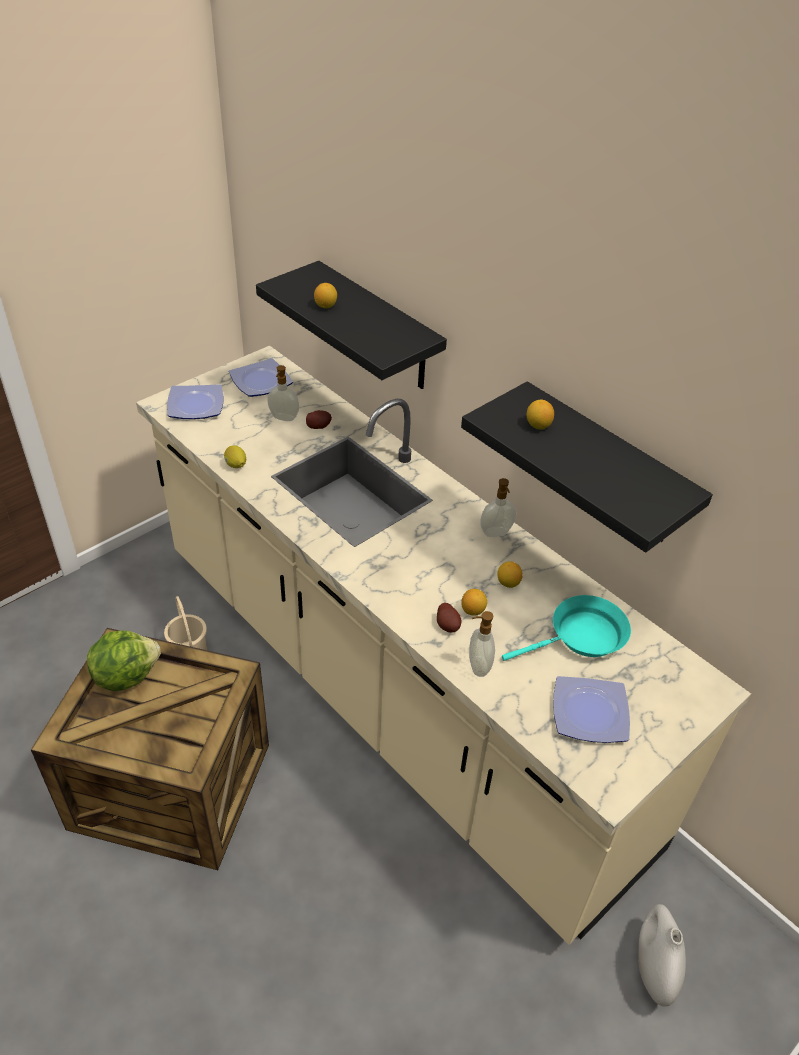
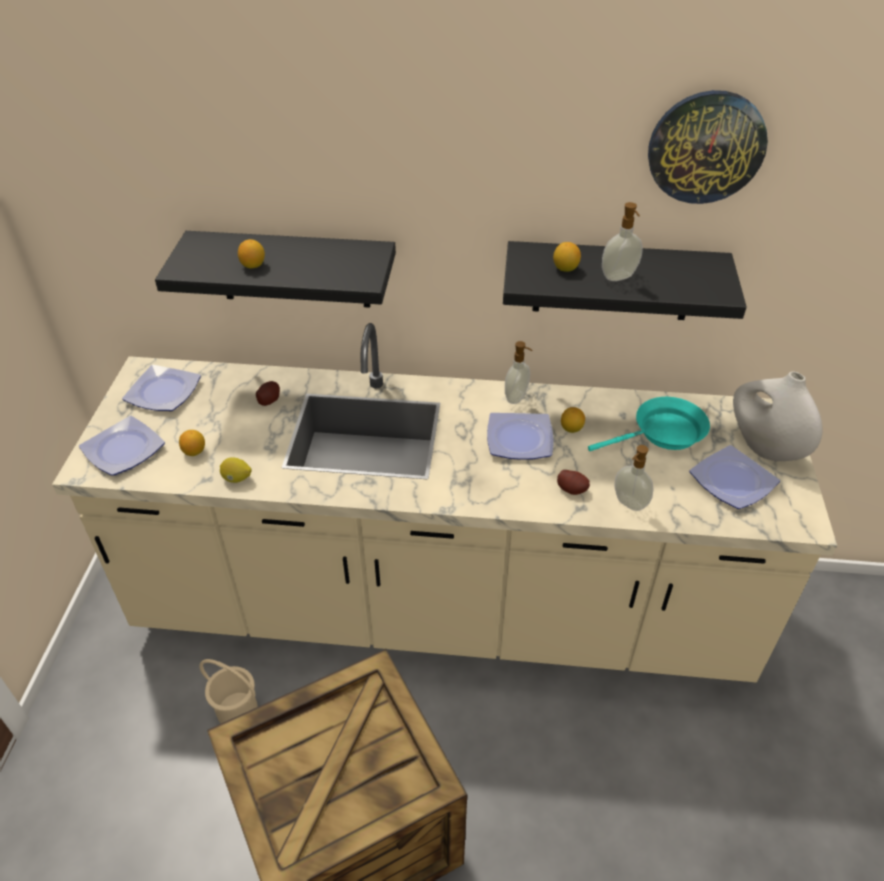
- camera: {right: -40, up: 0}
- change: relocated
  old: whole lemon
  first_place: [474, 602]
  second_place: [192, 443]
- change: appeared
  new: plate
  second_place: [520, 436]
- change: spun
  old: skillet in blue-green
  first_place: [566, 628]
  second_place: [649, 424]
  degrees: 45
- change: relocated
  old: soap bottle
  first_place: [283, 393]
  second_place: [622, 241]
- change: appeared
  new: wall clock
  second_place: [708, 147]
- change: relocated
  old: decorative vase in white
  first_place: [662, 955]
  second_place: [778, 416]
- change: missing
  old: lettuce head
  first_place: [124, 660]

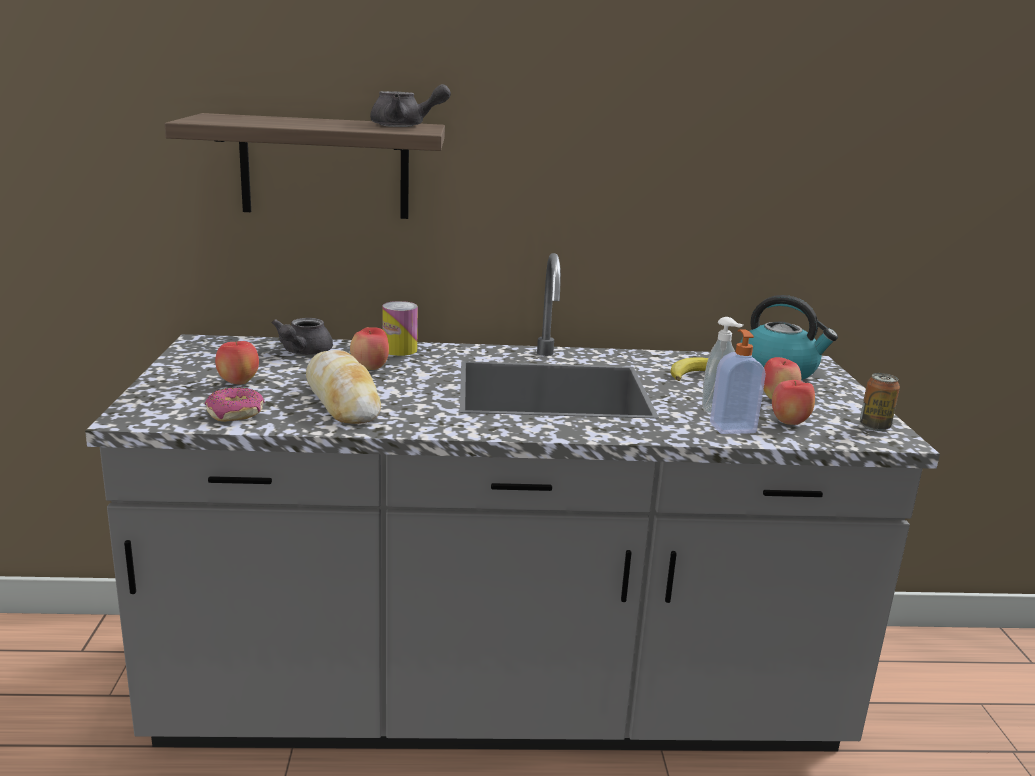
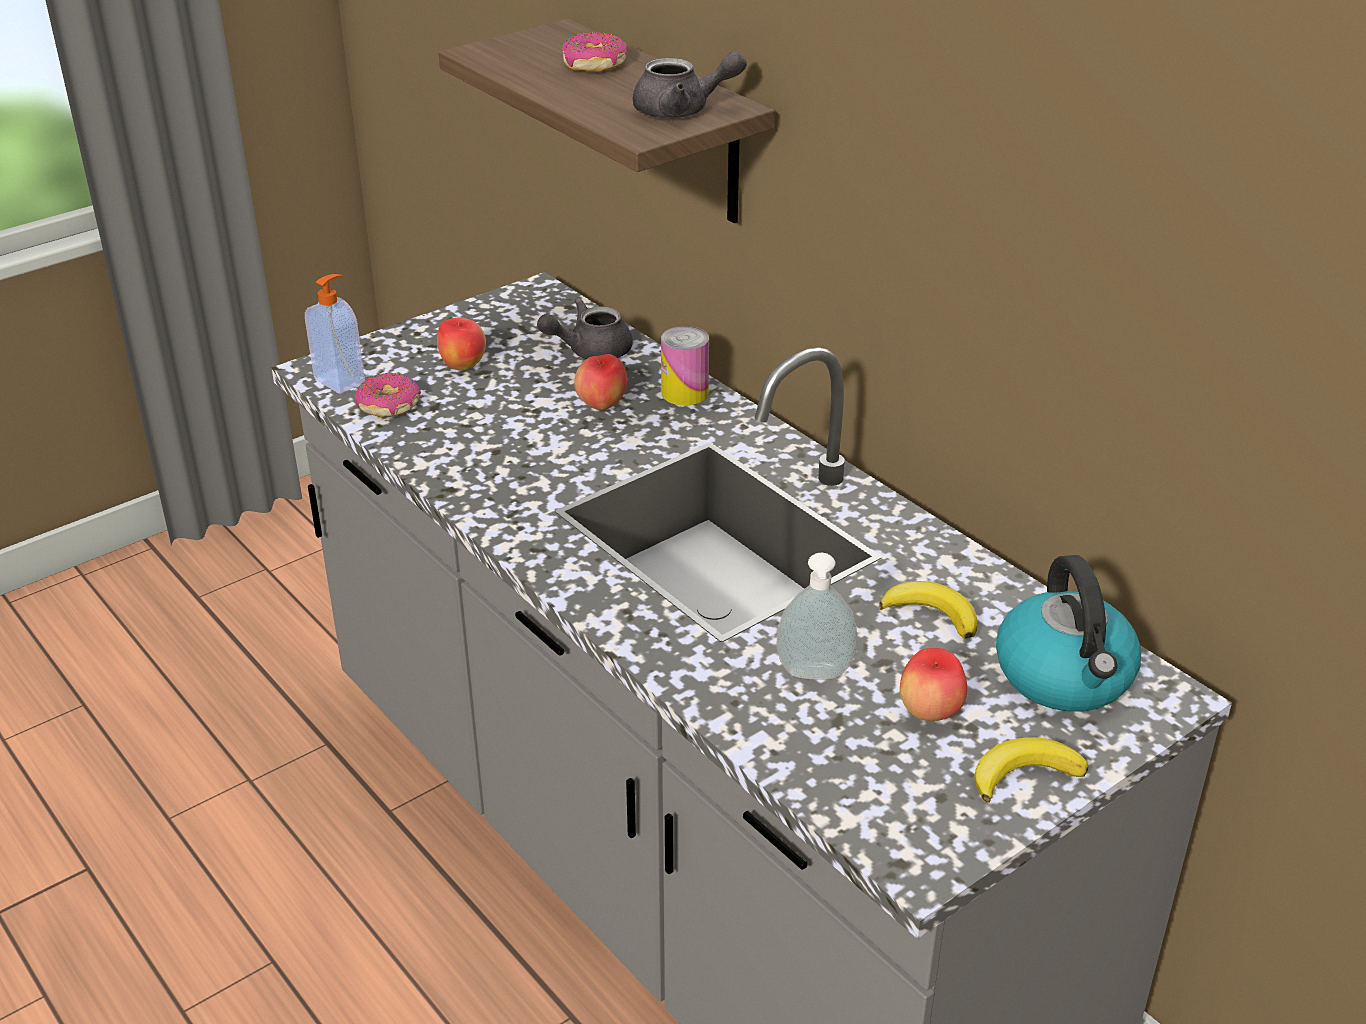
- camera: {right: 55, up: 15}
- change: relocated
  old: soap bottle
  first_place: [738, 382]
  second_place: [335, 334]
- change: appeared
  new: donut
  second_place: [594, 51]
- change: spun
  old: pot for tea in gray
  first_place: [410, 105]
  second_place: [690, 84]
  degrees: -60
- change: appeared
  new: banana fruit
  second_place: [1031, 770]
- change: missing
  old: baked bread
  first_place: [343, 387]
- change: missing
  old: whole apple
  first_place: [793, 402]
- change: missing
  old: metal can
  first_place: [880, 402]

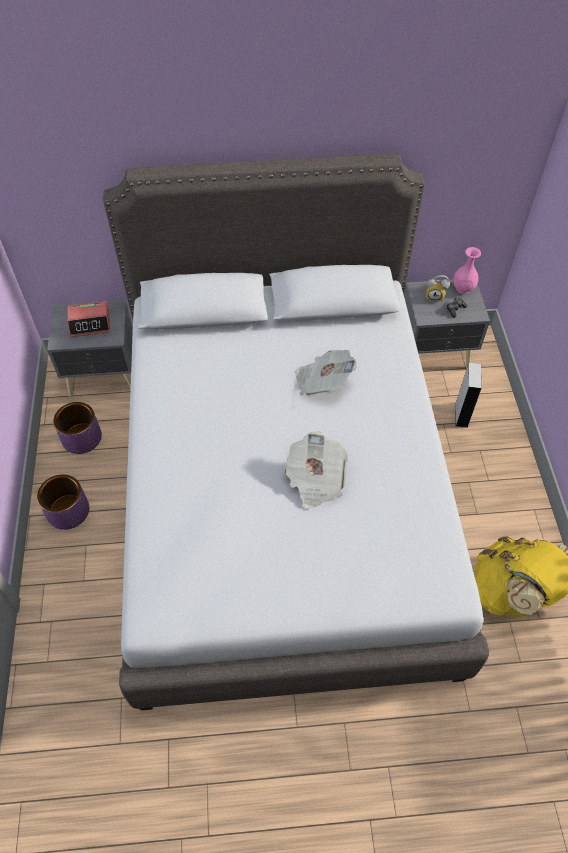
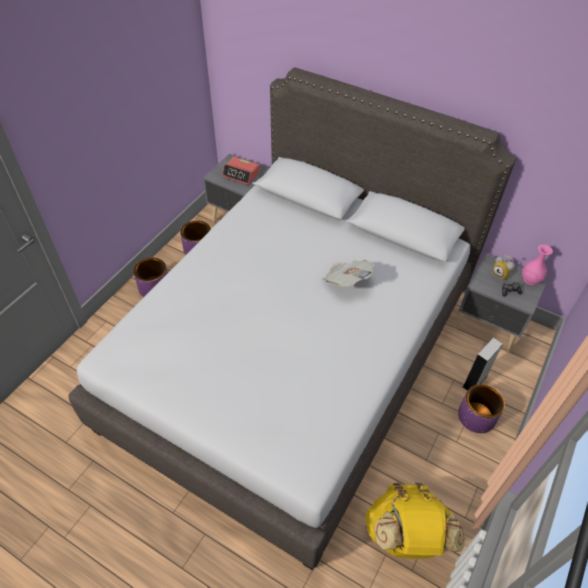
- camera: {right: 35, up: -5}
- change: appeared
  new: plant pot in purplish
  second_place: [481, 408]
- change: missing
  old: daily paper
  first_place: [316, 470]

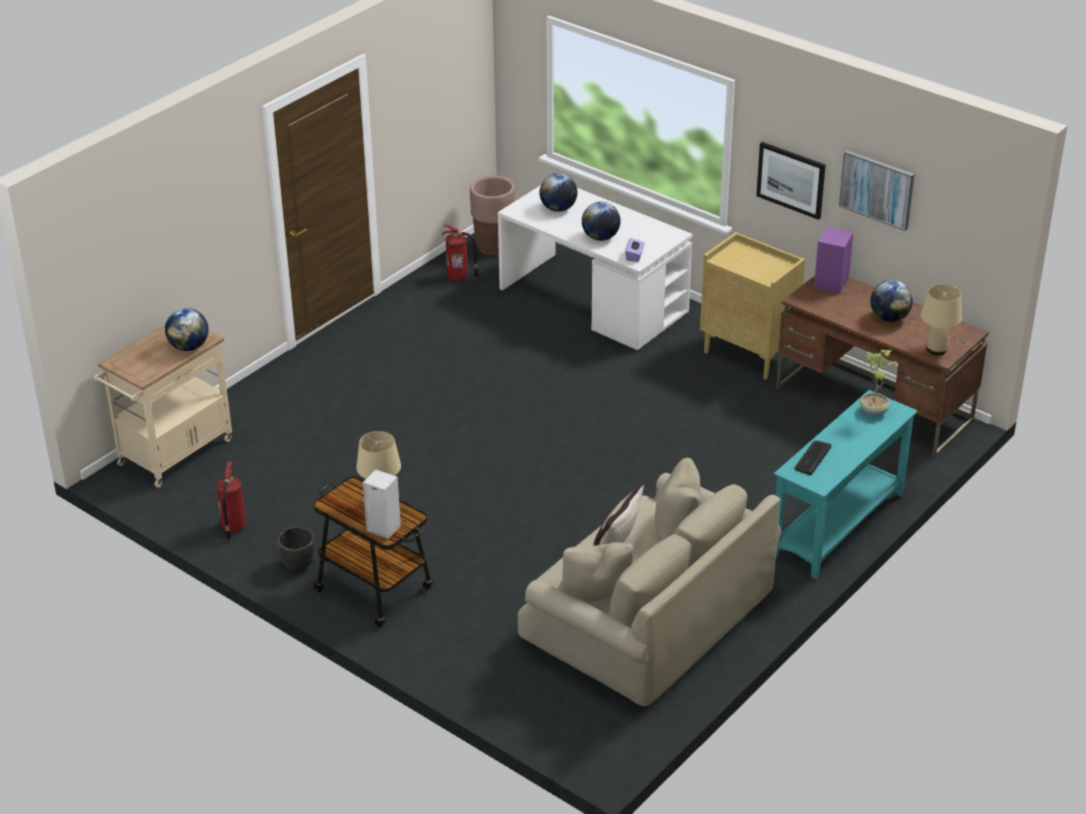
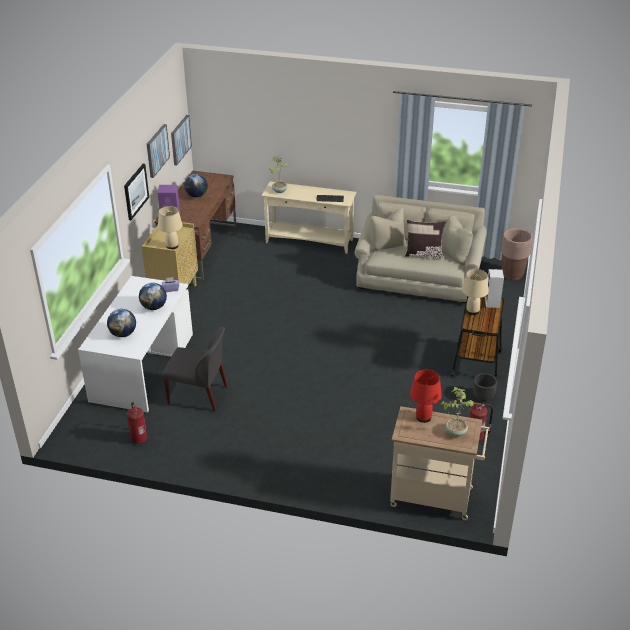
- camera: {right: -115, up: 0}
- change: relocated
  old: tabletop lamp in beige
  first_place: [941, 319]
  second_place: [170, 227]
- change: appeared
  new: upright chair in gray
  second_place: [195, 369]
- change: appeared
  new: wall picture
  second_place: [181, 140]
- change: colour
  old: console table in blue-green
  new: console table in beige
  first_place: [846, 484]
  second_place: [308, 218]
- change: exchanged
  old: world globe
  new: tabletop lamp in reddish
  first_place: [187, 329]
  second_place: [426, 396]
- change: appeared
  new: plant in a pot
  second_place: [457, 412]
- change: relocated
  old: plant pot in brownish
  first_place: [492, 216]
  second_place: [517, 254]

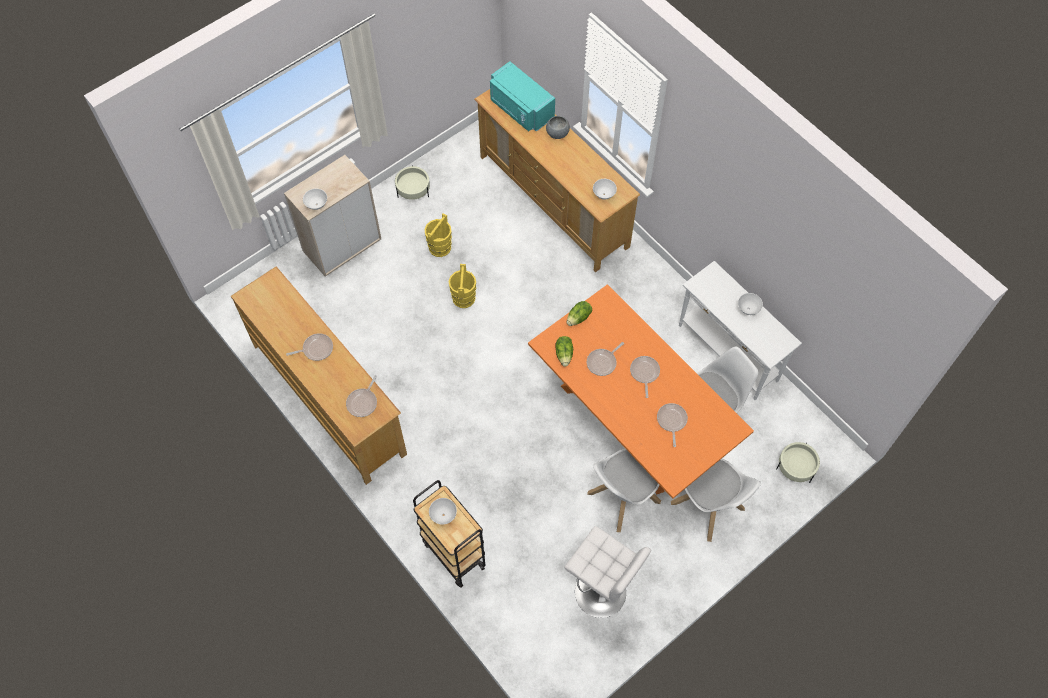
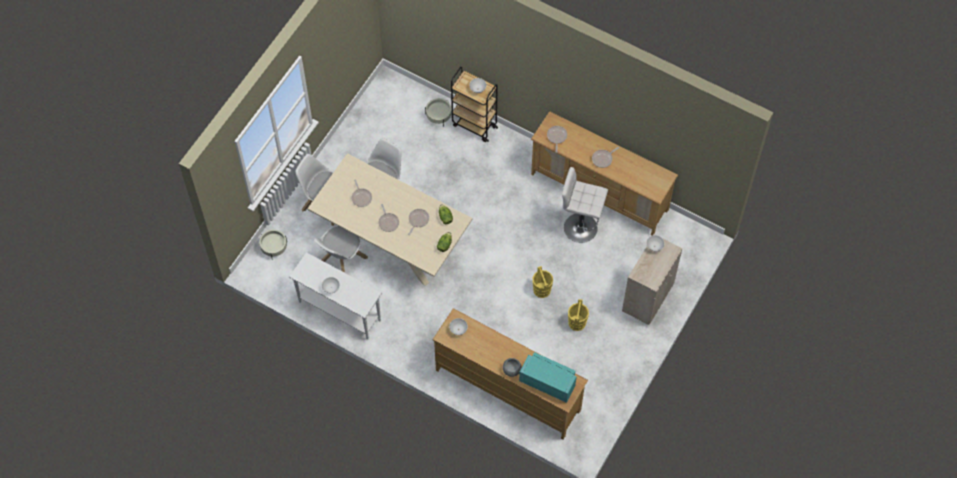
- camera: {right: 160, up: 0}
- change: colour
  old: dining table in orangey
  new: dining table in beige
  first_place: [641, 391]
  second_place: [389, 219]
- change: relocated
  old: plant pot in beige
  first_place: [412, 182]
  second_place: [438, 112]
- change: relocated
  old: sitting stool in white
  first_place: [608, 572]
  second_place: [585, 205]

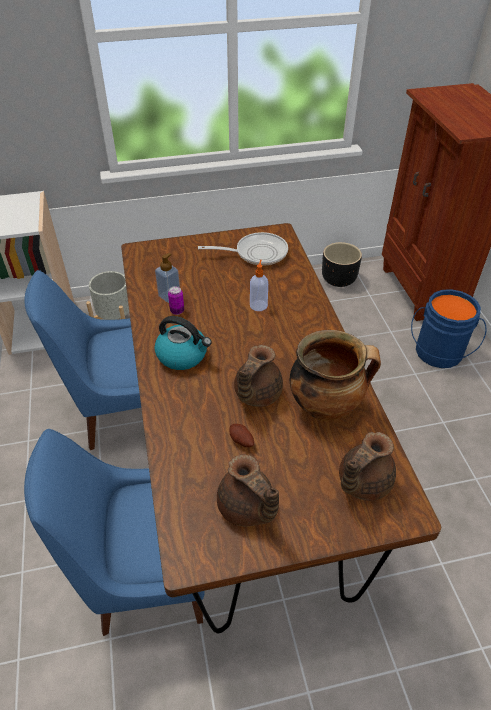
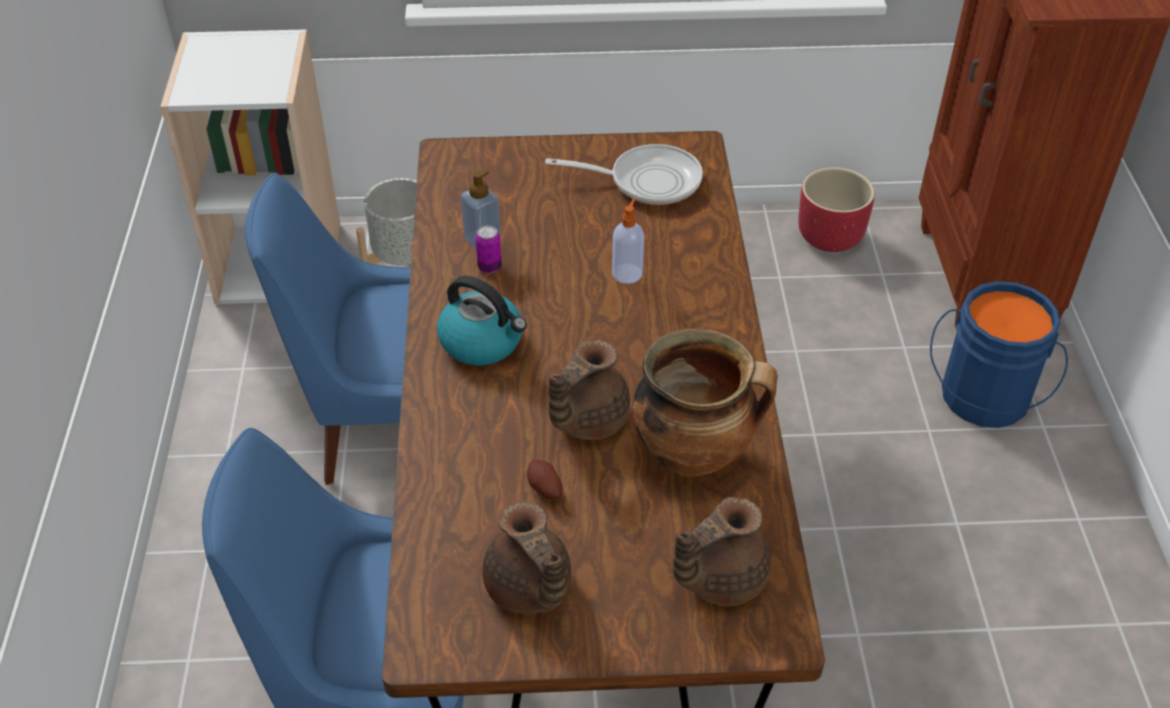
- camera: {right: 10, up: 0}
- change: colour
  old: plant pot in blackish
  new: plant pot in reddish
  first_place: [342, 264]
  second_place: [836, 209]

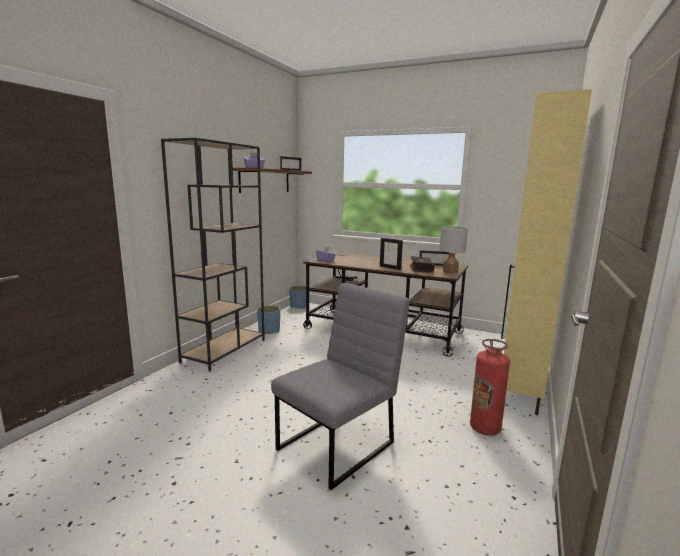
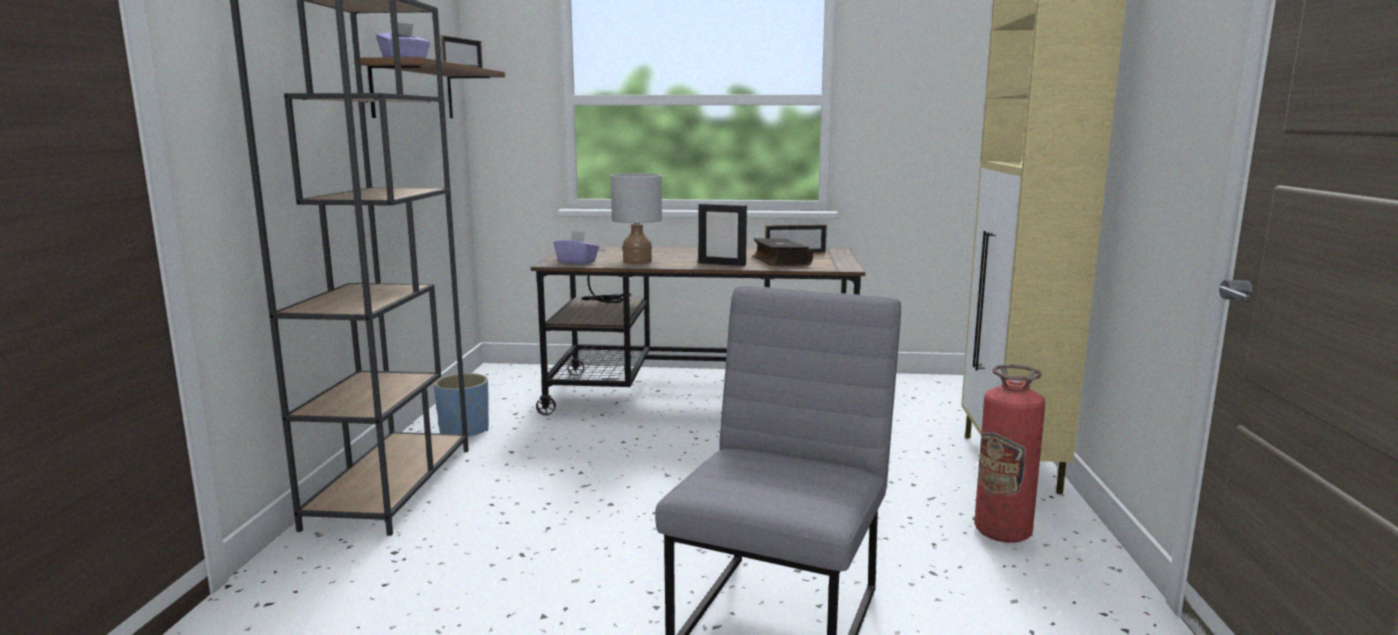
- camera: {right: -20, up: 0}
- change: relocated
  old: tabletop lamp in gray
  first_place: [453, 249]
  second_place: [636, 218]
- change: missing
  old: plant pot in bluish
  first_place: [297, 297]

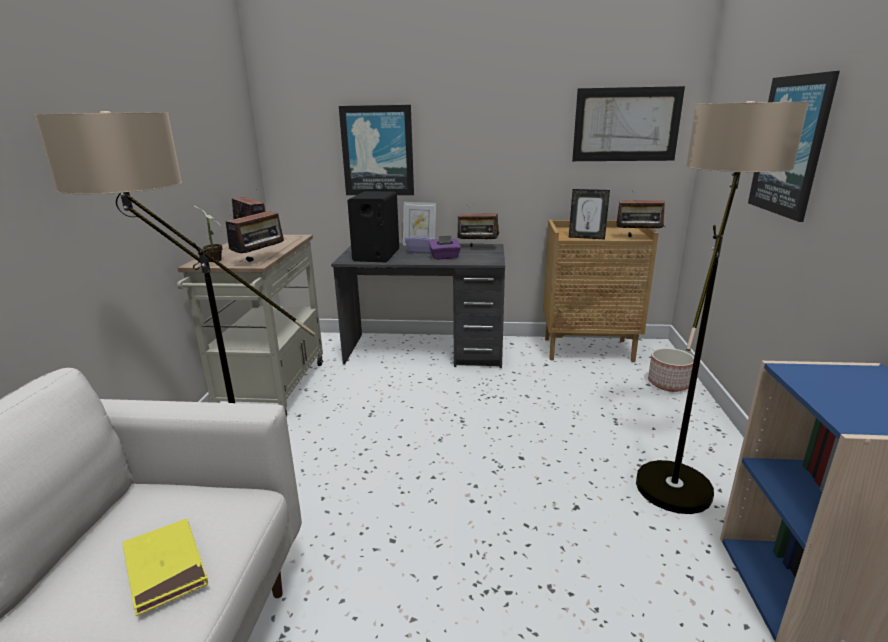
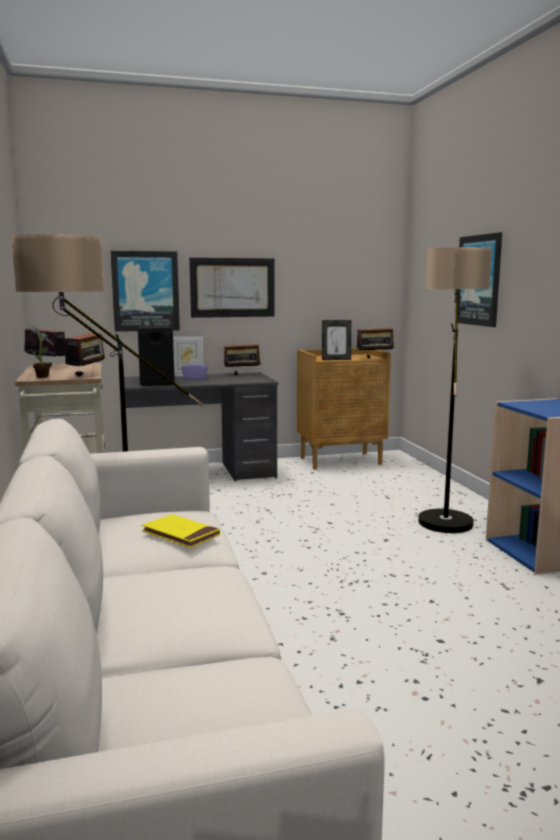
- camera: {right: -20, up: -10}
- change: relocated
  old: wall picture
  first_place: [628, 123]
  second_place: [232, 288]
- change: missing
  old: box of tissues in purplish
  first_place: [445, 247]
- change: missing
  old: plant pot
  first_place: [671, 370]

